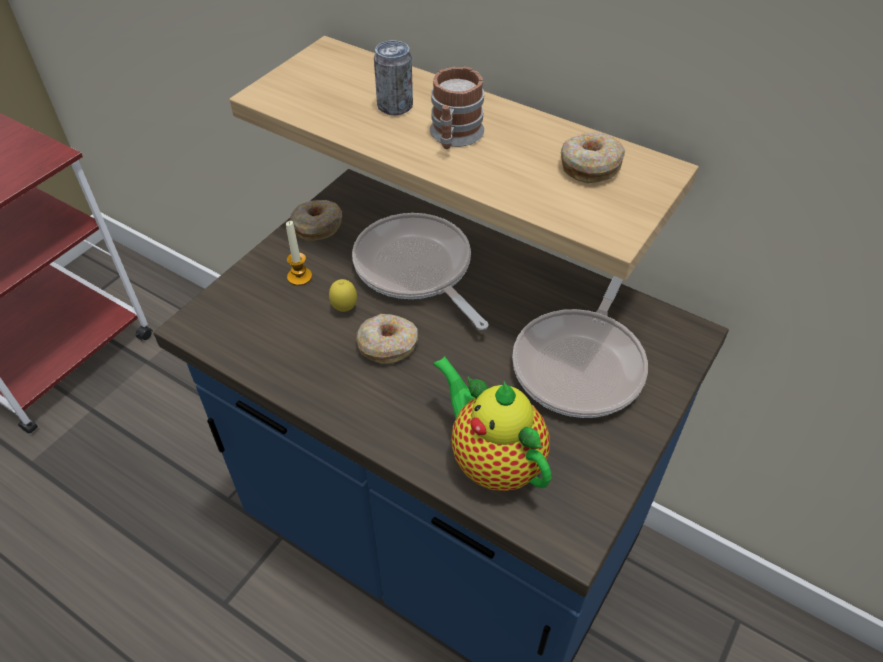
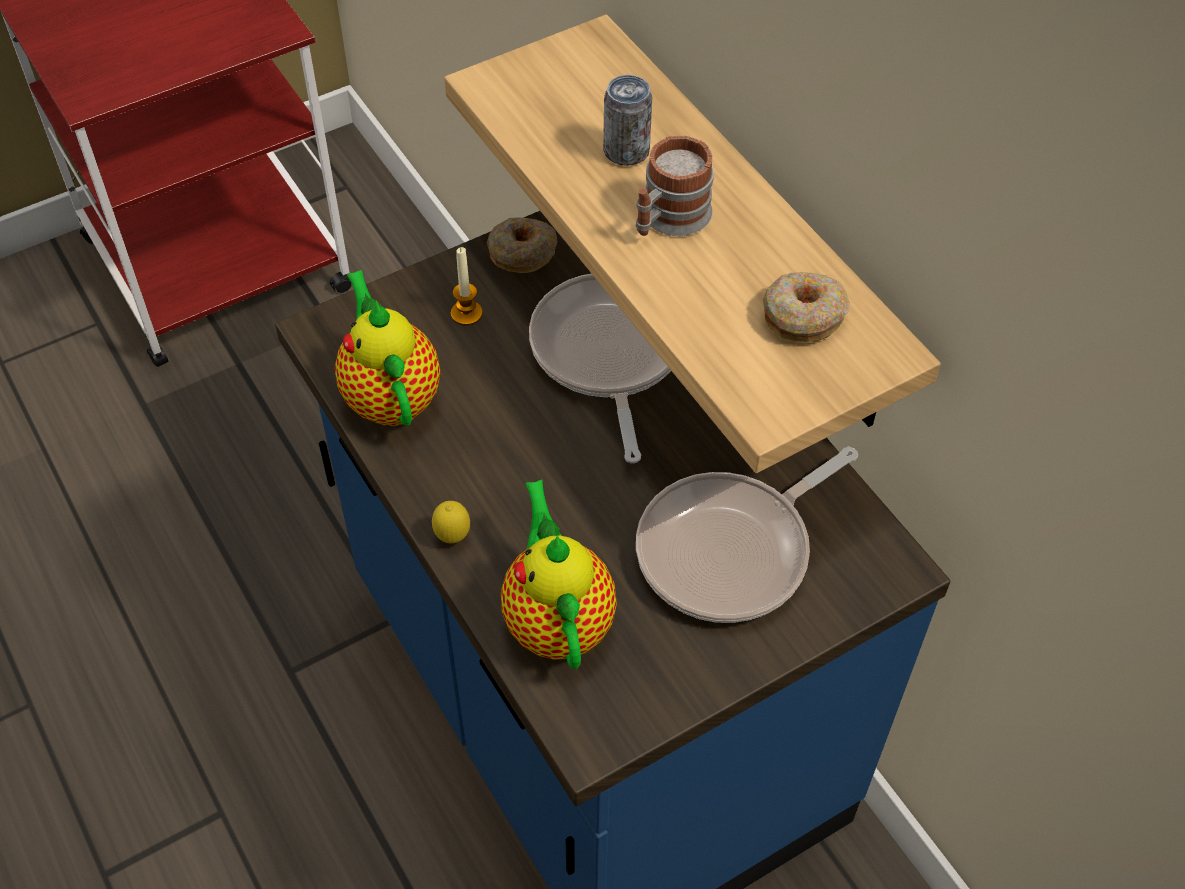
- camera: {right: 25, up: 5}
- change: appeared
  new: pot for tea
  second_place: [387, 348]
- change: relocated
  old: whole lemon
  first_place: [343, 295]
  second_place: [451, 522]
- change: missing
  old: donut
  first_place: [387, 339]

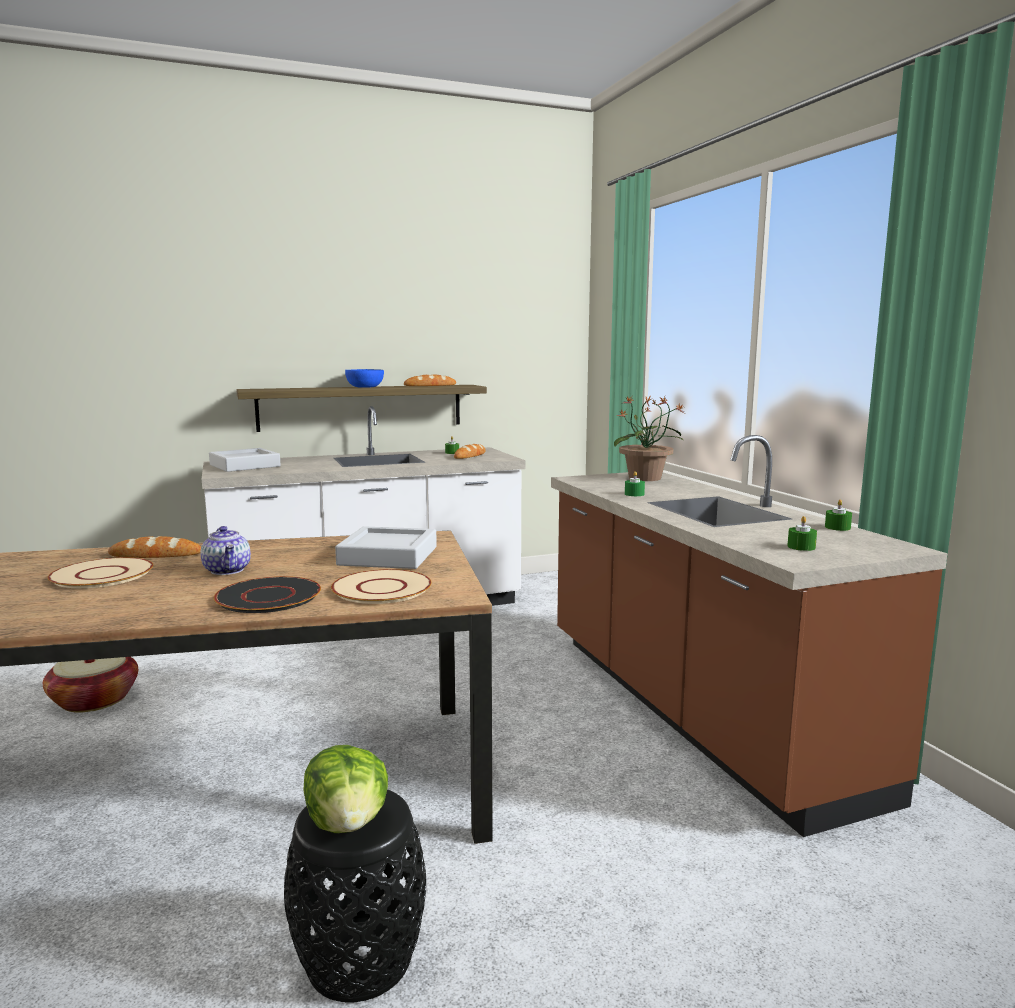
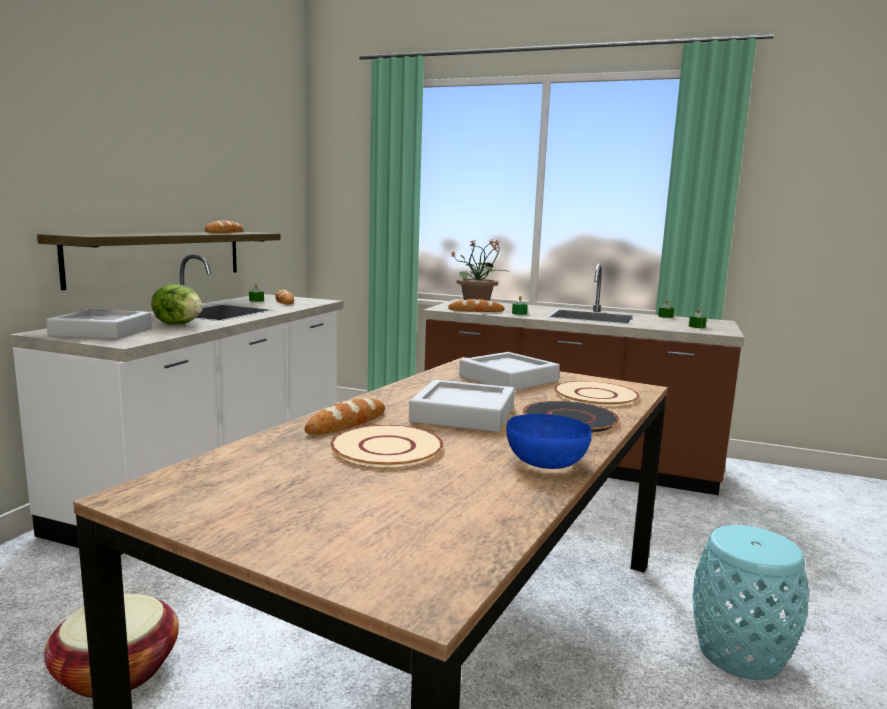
- camera: {right: -50, up: 0}
- change: relocated
  old: lettuce head
  first_place: [345, 789]
  second_place: [177, 304]
- change: exchanged
  old: pot for tea
  new: serving tray in gray
  first_place: [226, 550]
  second_place: [462, 406]
- change: appeared
  new: baked bread
  second_place: [476, 305]
- change: relocated
  old: bowl in bluish
  first_place: [364, 378]
  second_place: [549, 441]
- change: colour
  old: sitting stool in blackish
  new: sitting stool in blue-green
  first_place: [355, 896]
  second_place: [751, 602]

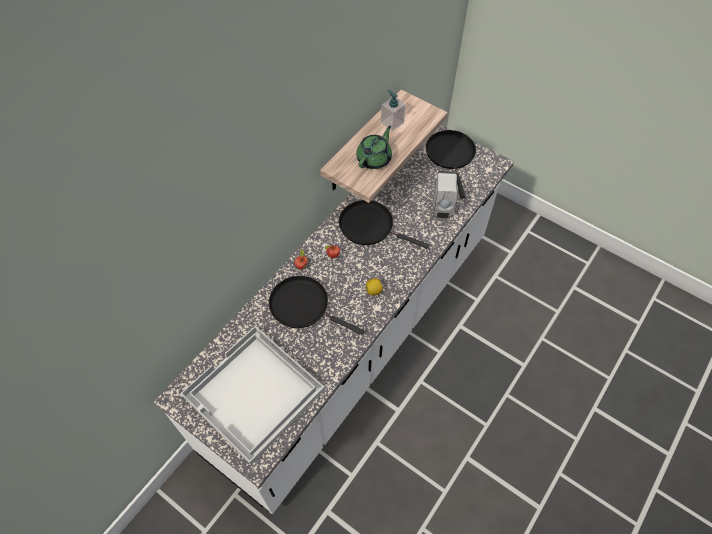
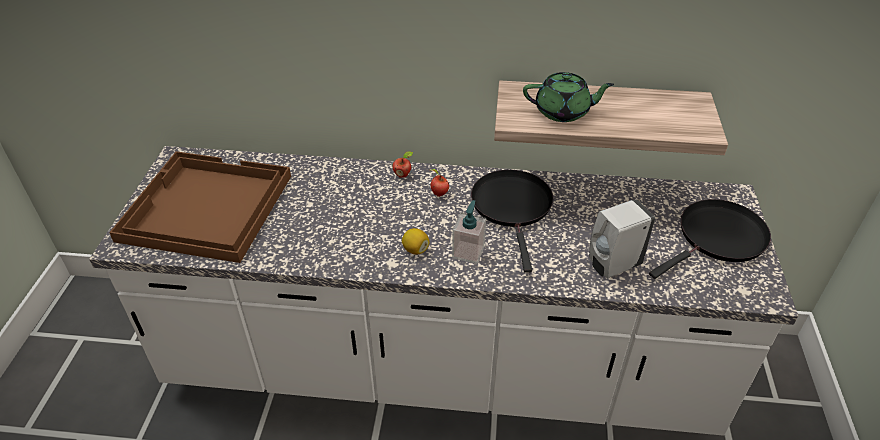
- camera: {right: 60, up: -15}
- change: colour
  old: serving tray in white
  new: serving tray in brownish
  first_place: [252, 395]
  second_place: [200, 207]
- change: relocated
  old: soap bottle
  first_place: [393, 110]
  second_place: [469, 232]
- change: missing
  old: skillet in blackish
  first_place: [316, 305]

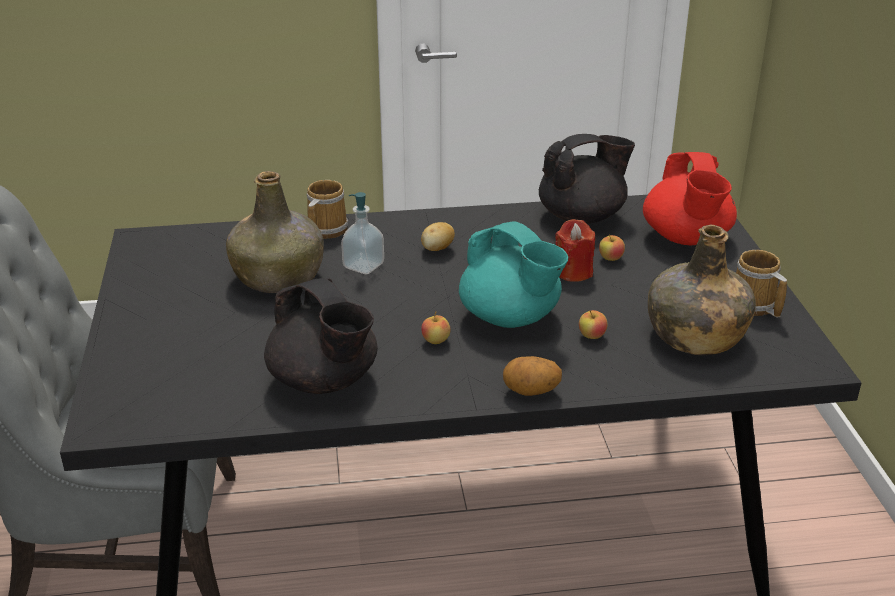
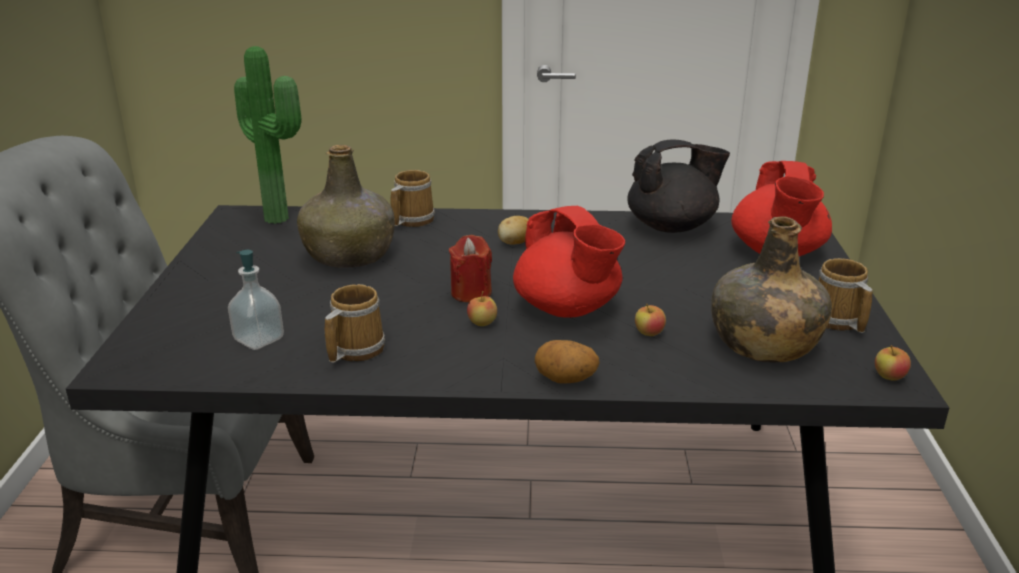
- camera: {right: 10, up: -5}
- change: relocated
  old: soap bottle
  first_place: [362, 233]
  second_place: [256, 300]
- change: appeared
  new: plant in a pot
  second_place: [267, 135]
- change: exchanged
  old: pot for tea in blackish
  new: tea mug
  first_place: [321, 336]
  second_place: [355, 323]
- change: relocated
  old: candle in reddish
  first_place: [575, 250]
  second_place: [470, 268]
- change: colour
  old: pot for tea in blue-green
  new: pot for tea in reddish
  first_place: [513, 274]
  second_place: [569, 261]
- change: relocated
  old: whole apple
  first_place: [612, 247]
  second_place: [893, 363]

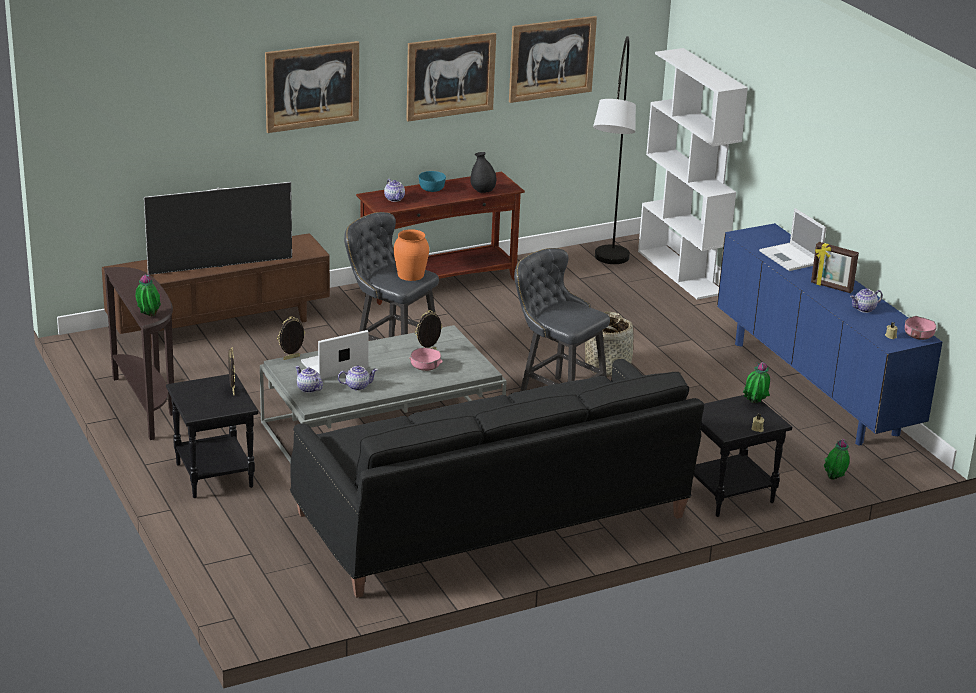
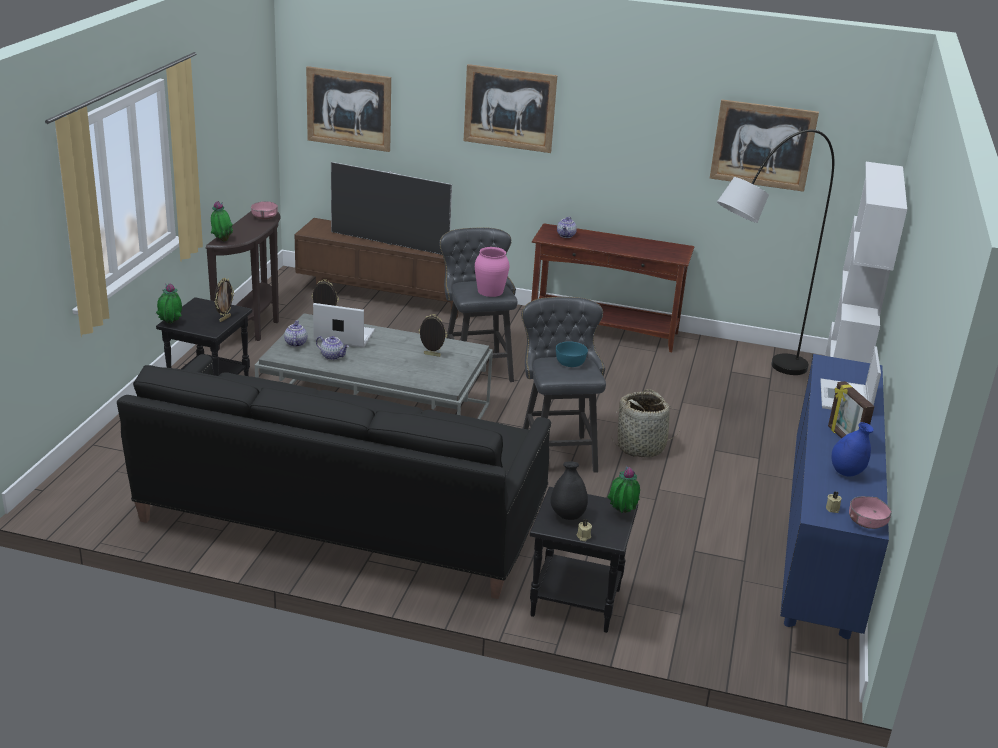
- camera: {right: 40, up: 0}
- change: relocated
  old: plant in a pot
  first_place: [837, 459]
  second_place: [169, 303]
- change: relocated
  old: bowl in pink
  first_place: [426, 359]
  second_place: [264, 210]
- change: relocated
  old: wall picture
  first_place: [451, 77]
  second_place: [348, 109]
- change: colour
  old: decorative vase in orangey
  new: decorative vase in pink
  first_place: [411, 255]
  second_place: [492, 272]
- change: relocated
  old: decorative vase in blackish
  first_place: [483, 172]
  second_place: [569, 490]
- change: relocated
  old: bowl in blue-green
  first_place: [432, 181]
  second_place: [572, 354]
- change: exchanged
  old: pot for tea
  new: decorative vase in bluish
  first_place: [866, 300]
  second_place: [852, 449]

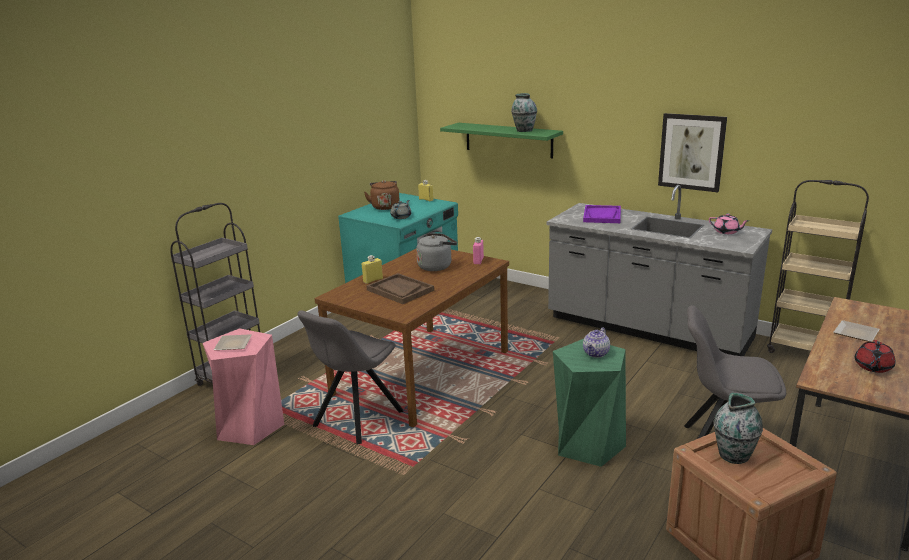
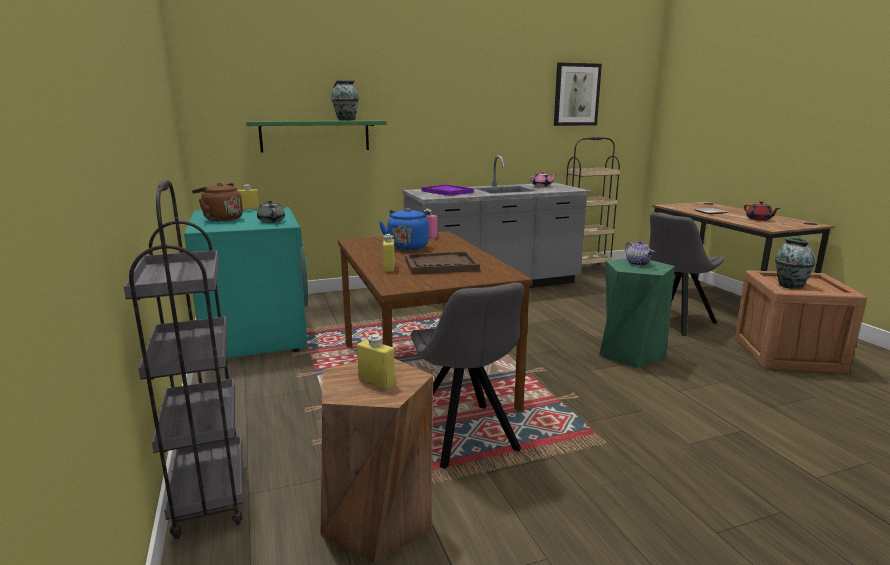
- camera: {right: -55, up: -5}
- change: colour
  old: sitting stool in pink
  new: sitting stool in brownish
  first_place: [243, 386]
  second_place: [377, 461]
- change: exchanged
  old: plate
  new: drink bottle in yellow-coloured
  first_place: [233, 342]
  second_place: [376, 361]
- change: colour
  old: water kettle in gray
  new: water kettle in bluish
  first_place: [436, 252]
  second_place: [405, 229]
- change: relocated
  old: wall picture
  first_place: [692, 152]
  second_place: [578, 94]

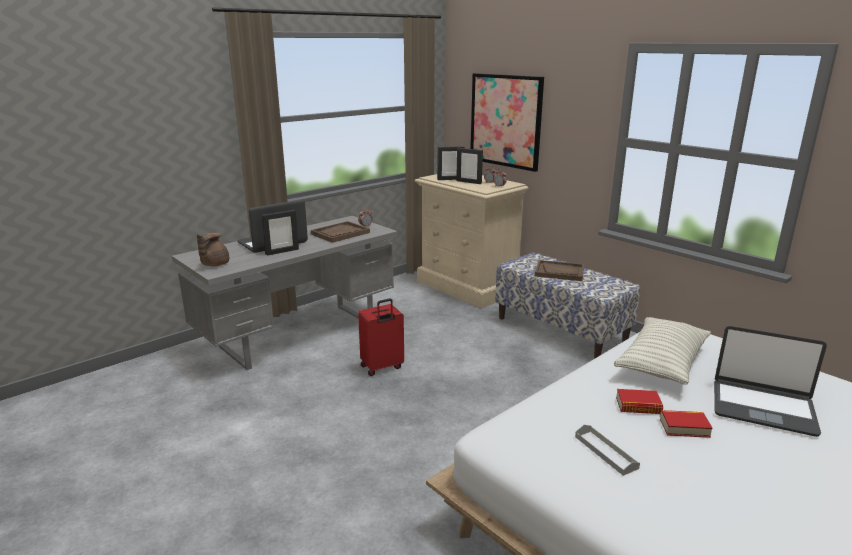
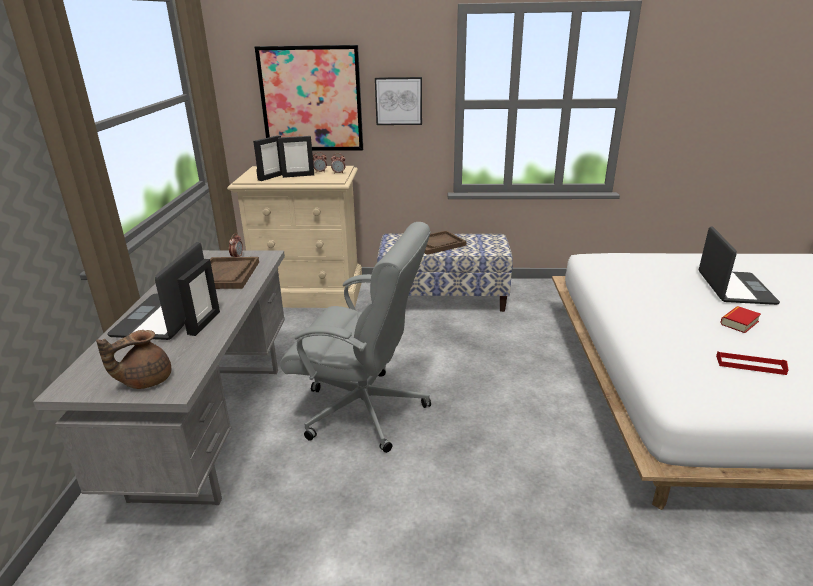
- camera: {right: -45, up: 5}
- change: spun
  old: pot for tea in brownish
  first_place: [213, 249]
  second_place: [133, 359]
  degrees: 75
- change: exchanged
  old: suitcase in reddish
  new: office chair in gray
  first_place: [381, 337]
  second_place: [355, 337]
- change: appeared
  new: wall picture
  second_place: [398, 101]
- change: spun
  old: portable computer
  first_place: [770, 381]
  second_place: [739, 265]
  degrees: -60
- change: colour
  old: serving tray in gray
  new: serving tray in reddish
  first_place: [607, 450]
  second_place: [752, 363]
- change: missing
  old: throw pillow
  first_place: [662, 350]
- change: missing
  old: bound book
  first_place: [639, 401]

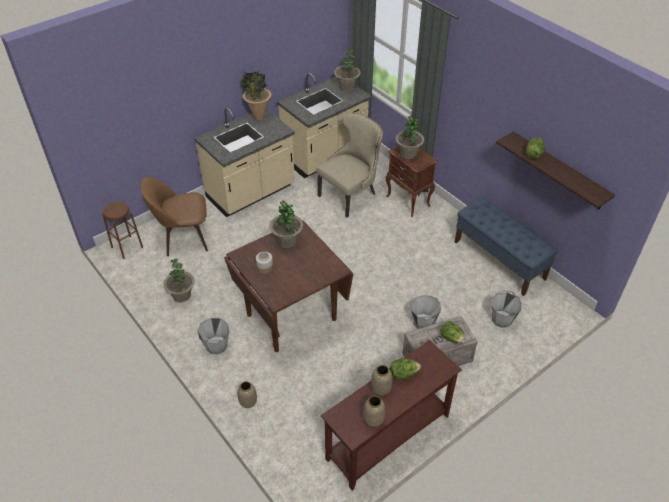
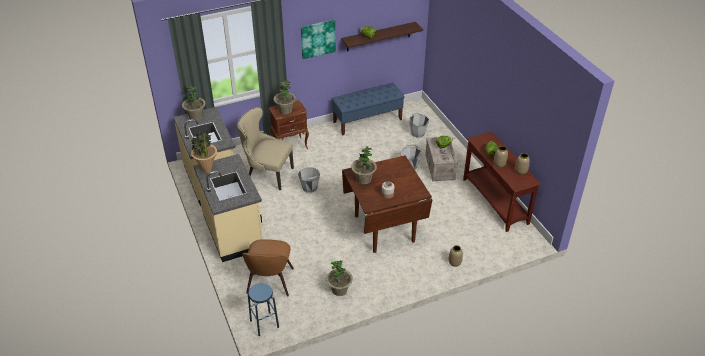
- camera: {right: -75, up: -5}
- change: spun
  old: upright chair in beige
  first_place: [350, 164]
  second_place: [265, 148]
  degrees: -45
- change: colour
  old: sitting stool in brownish
  new: sitting stool in bluish
  first_place: [122, 230]
  second_place: [263, 309]
- change: relocated
  old: pail in gray
  first_place: [213, 336]
  second_place: [309, 180]
- change: appeared
  new: wall picture
  second_place: [318, 39]

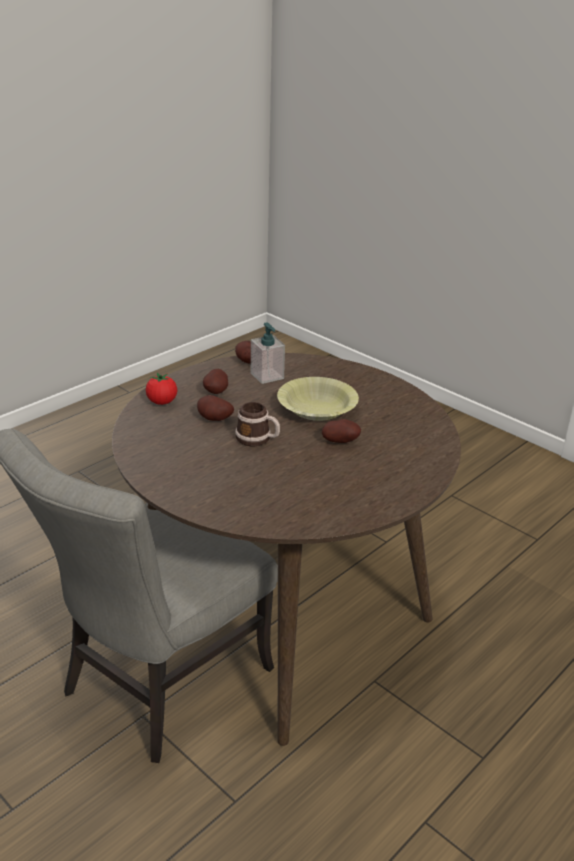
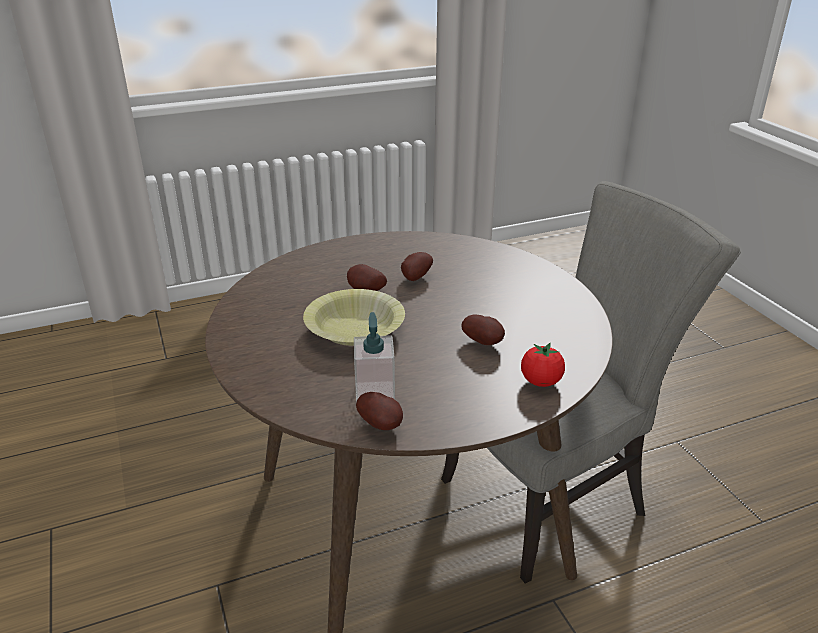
- camera: {right: -155, up: 0}
- change: relocated
  old: potato
  first_place: [215, 381]
  second_place: [417, 266]
- change: missing
  old: tea mug
  first_place: [257, 424]

